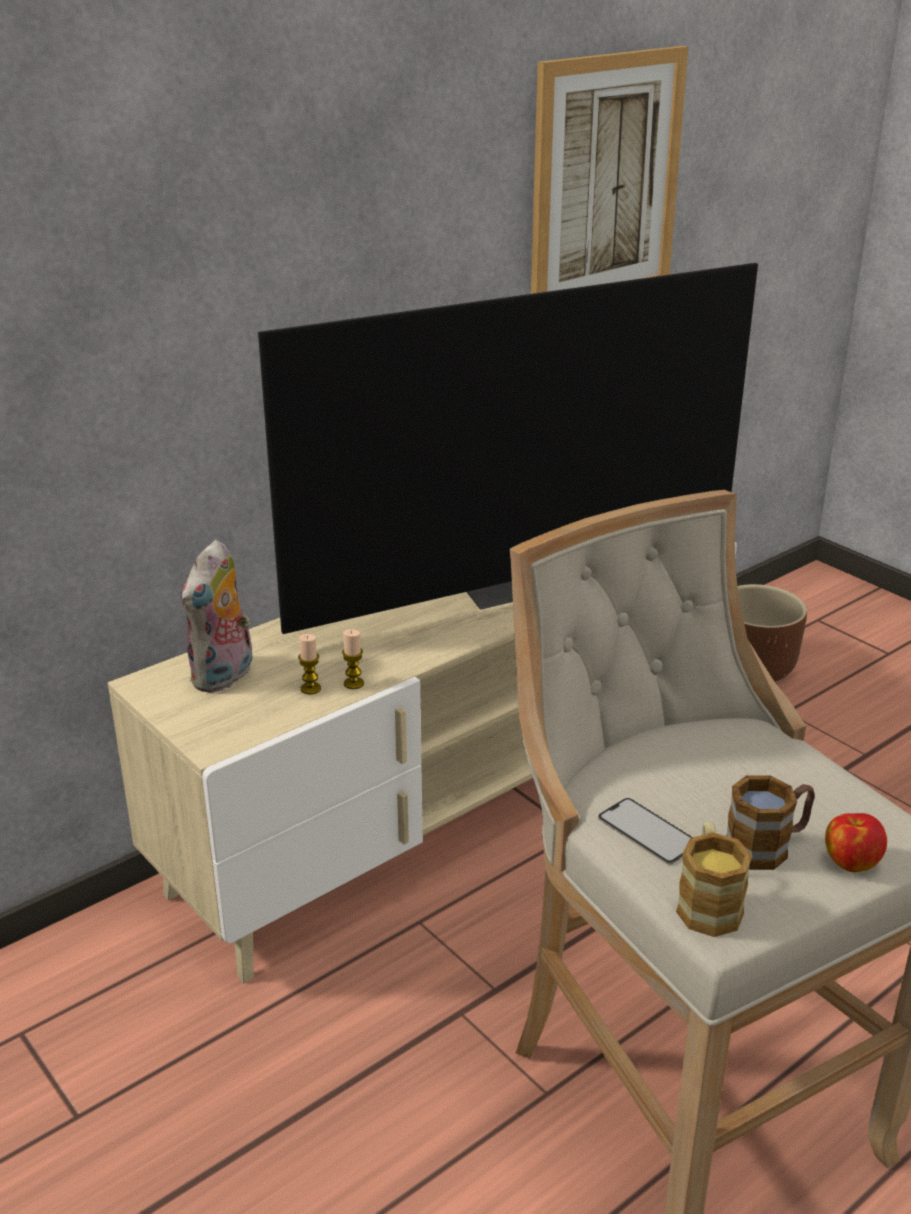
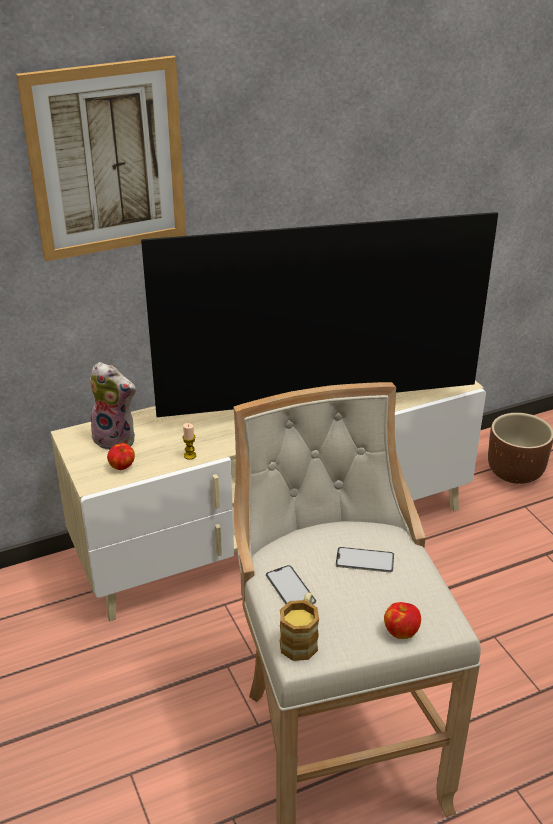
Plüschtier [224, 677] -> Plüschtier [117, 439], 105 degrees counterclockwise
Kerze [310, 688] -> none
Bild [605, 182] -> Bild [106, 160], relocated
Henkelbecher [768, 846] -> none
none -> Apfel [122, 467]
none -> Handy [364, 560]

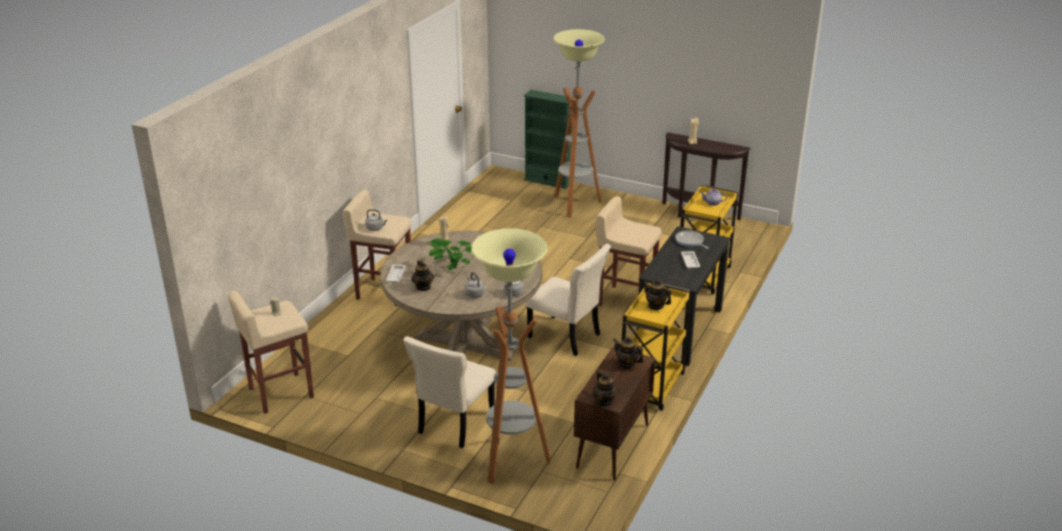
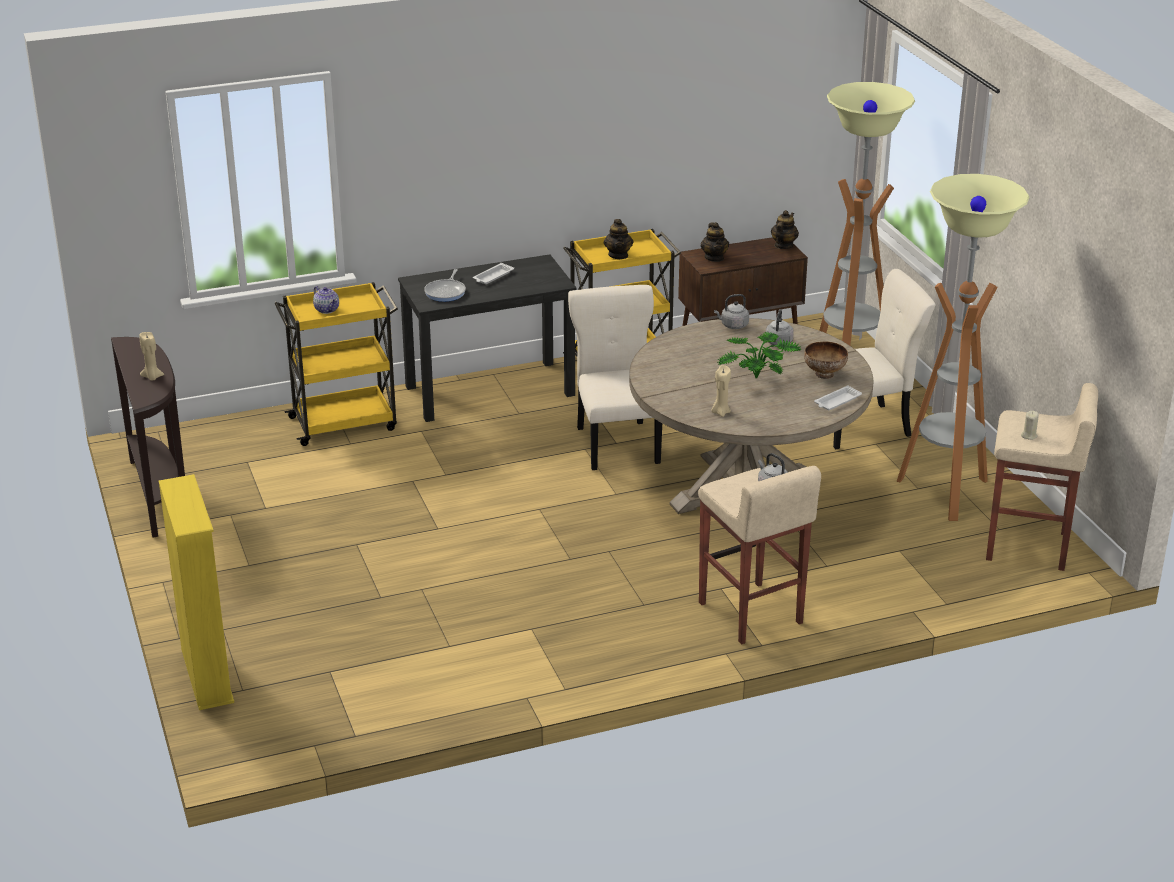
Teekanne [423, 287] -> Schüssel [824, 374]
Bücherregal (grün) [548, 181] -> Bücherregal (gelb) [206, 676]
Stehlampe [575, 205] -> Stehlampe [945, 493], relocated
Hocker (beige) [625, 300] -> none

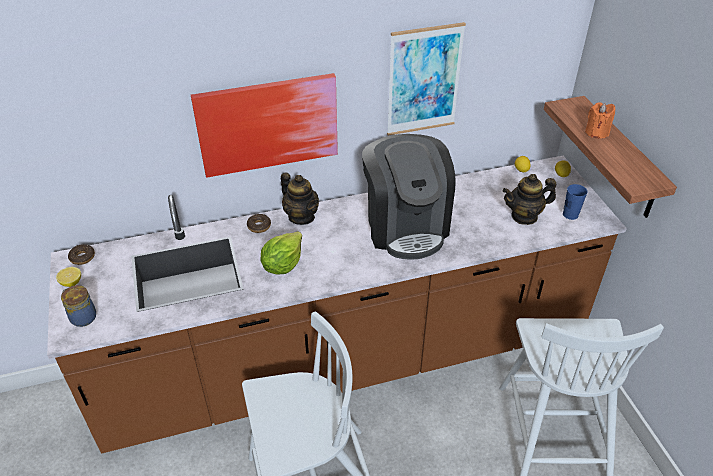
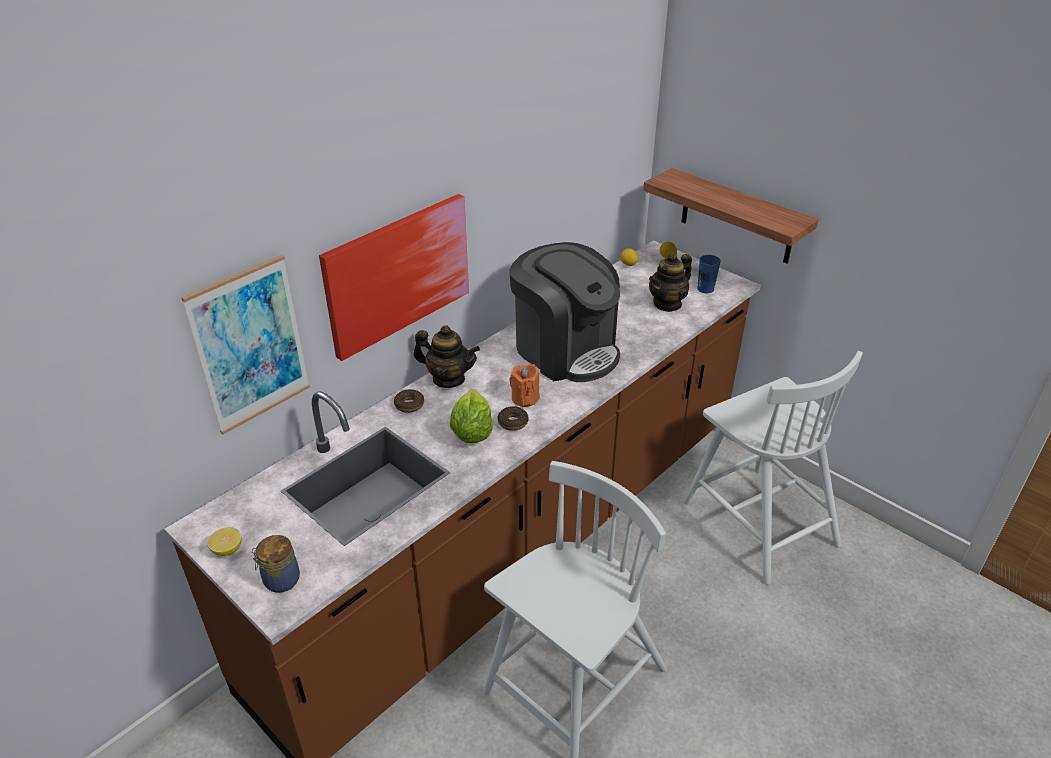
Donut [82, 257] -> Donut [513, 422], relocated
Bild [424, 80] -> Bild [250, 345], relocated
Kerze (orange) [596, 132] -> Kerze (orange) [525, 398], relocated

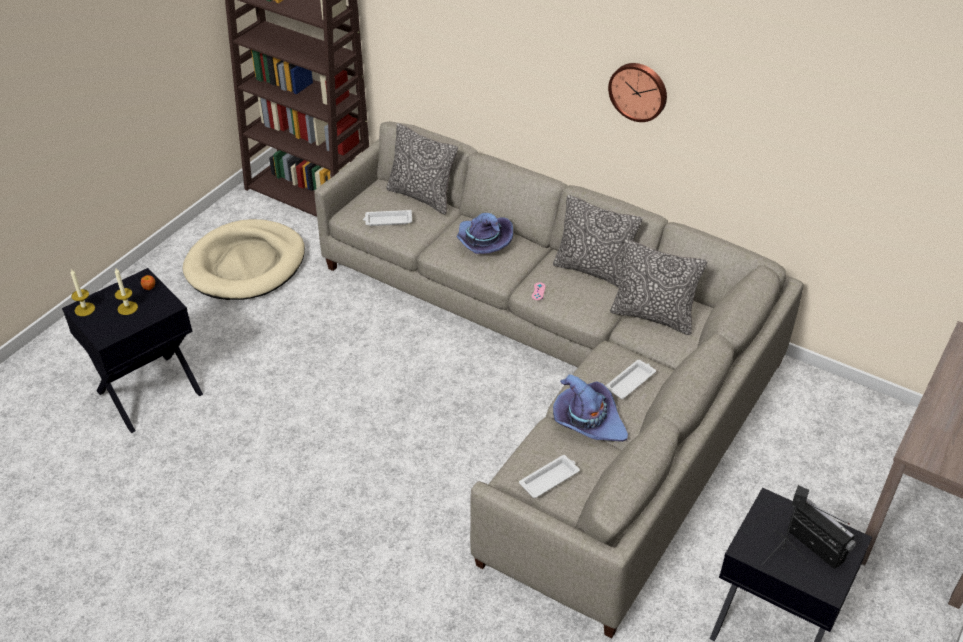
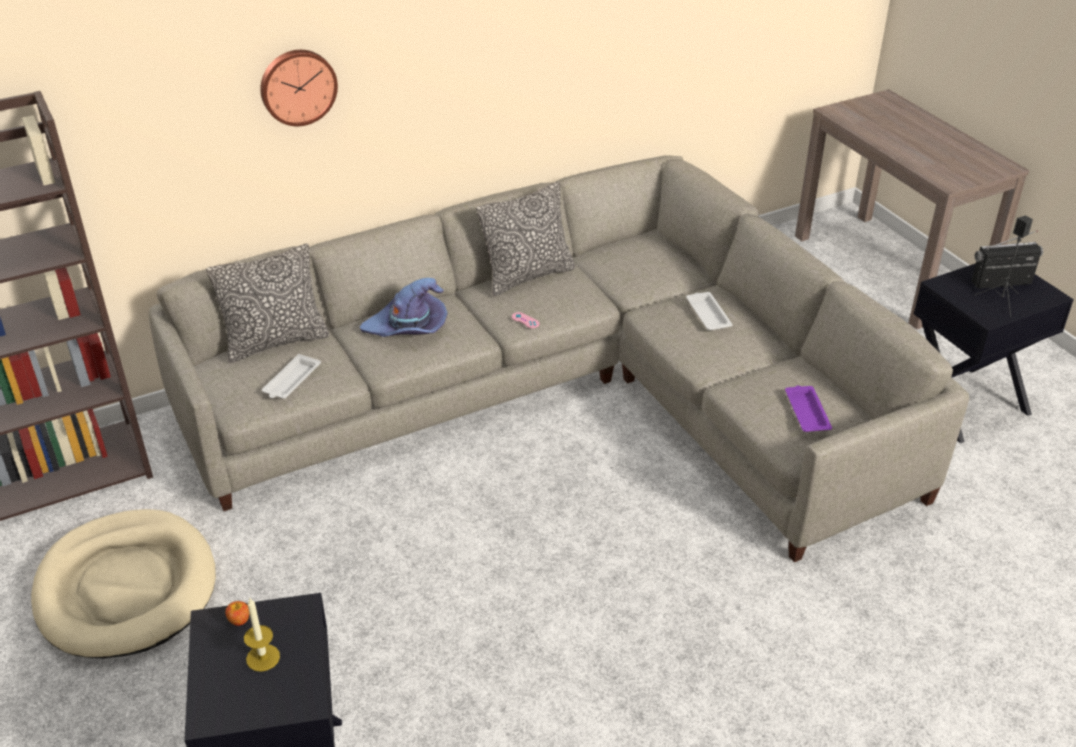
Kerze [84, 309] -> none
Tablett (weiß) [550, 479] -> Tablett (lila) [806, 412]
Hut (lila) [588, 421] -> none
Wanduhr [639, 91] -> Wanduhr [297, 86], relocated
Kissen [653, 316] -> none

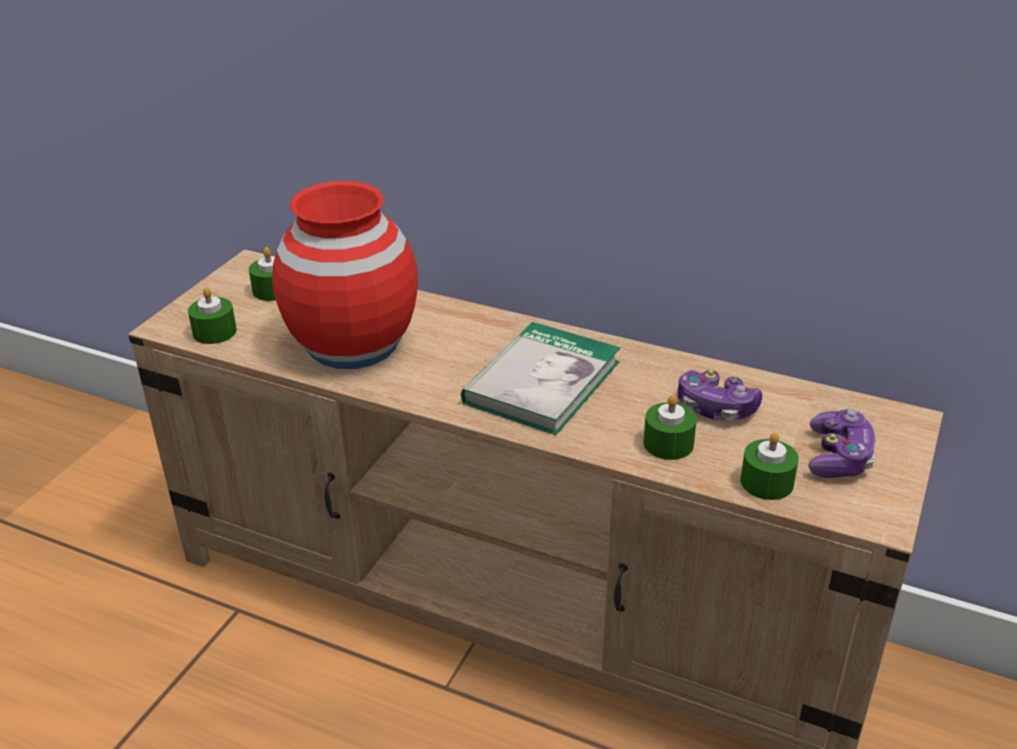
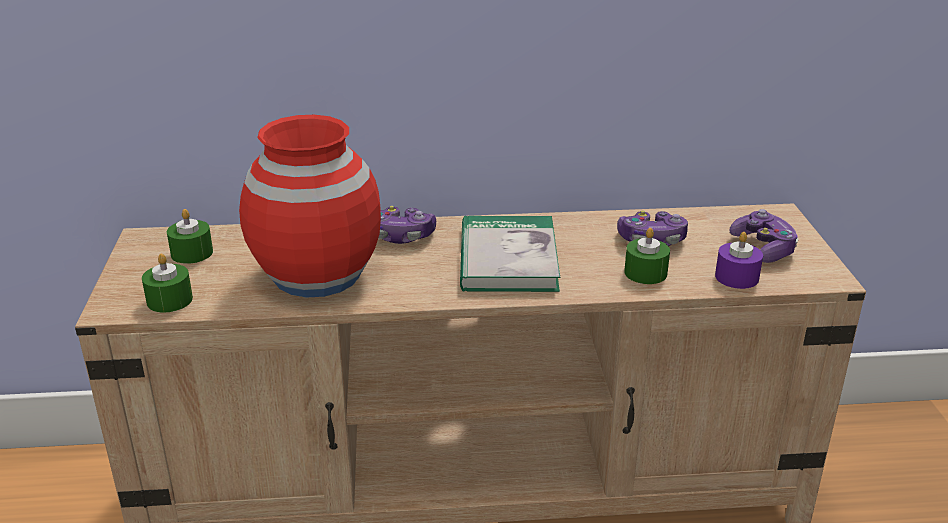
Kerze (grün) [766, 482] -> Kerze (lila) [736, 277]
none -> Gamepad [401, 236]

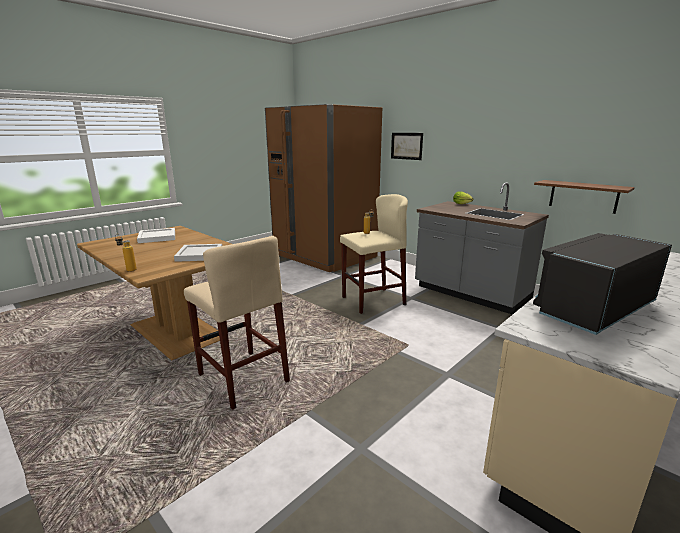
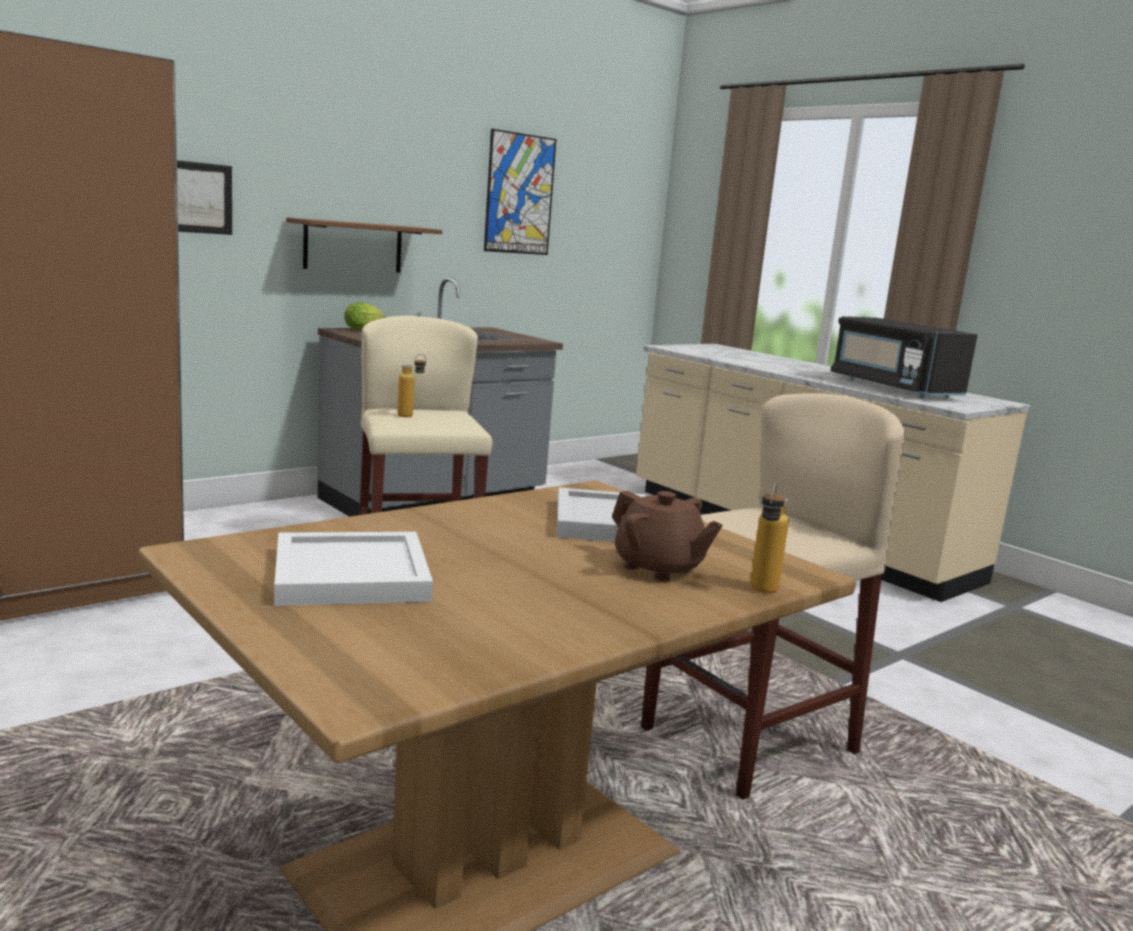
Wandregal (braun) [583, 196] -> Wandregal (braun) [353, 246], relocated
none -> Bild [519, 194]
none -> Teekanne (braun) [658, 568]

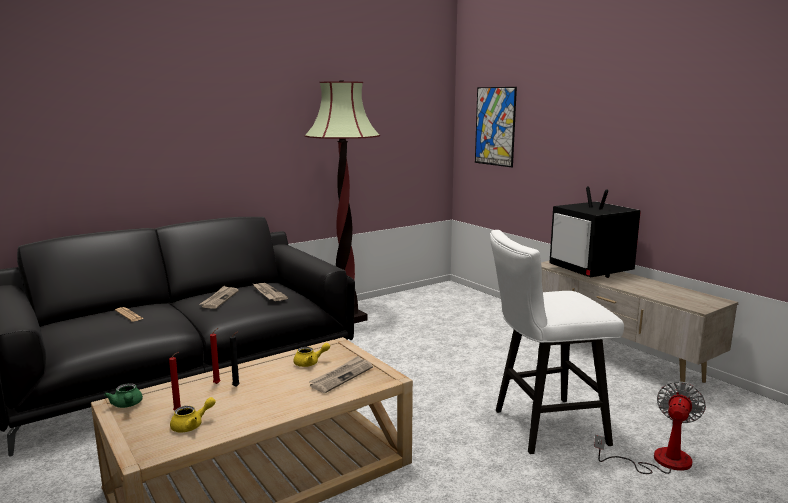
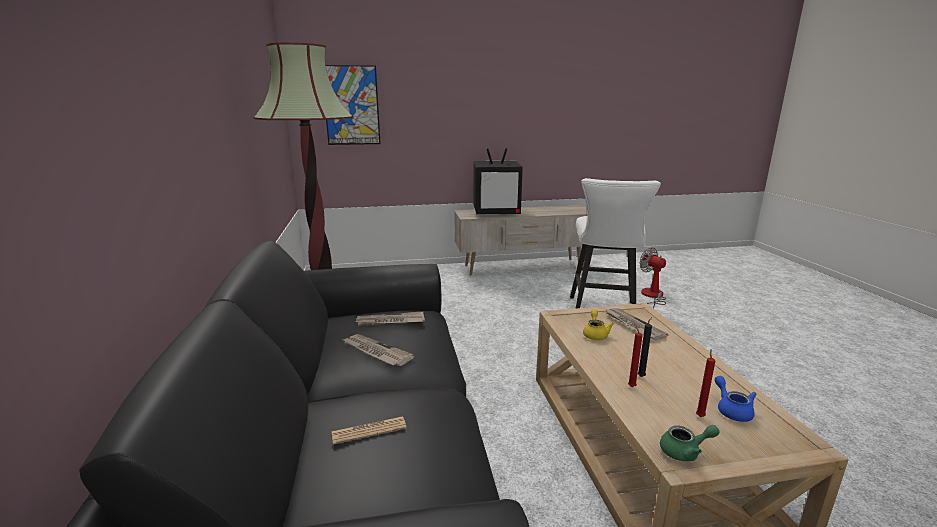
Teekanne (gelb) [192, 425] -> Teekanne (blau) [732, 410]

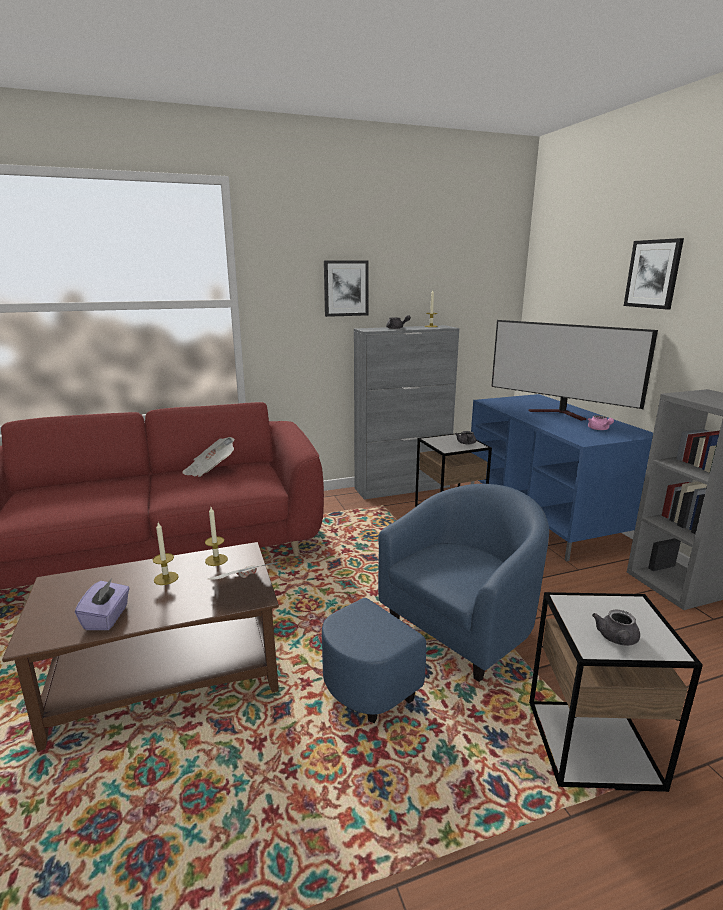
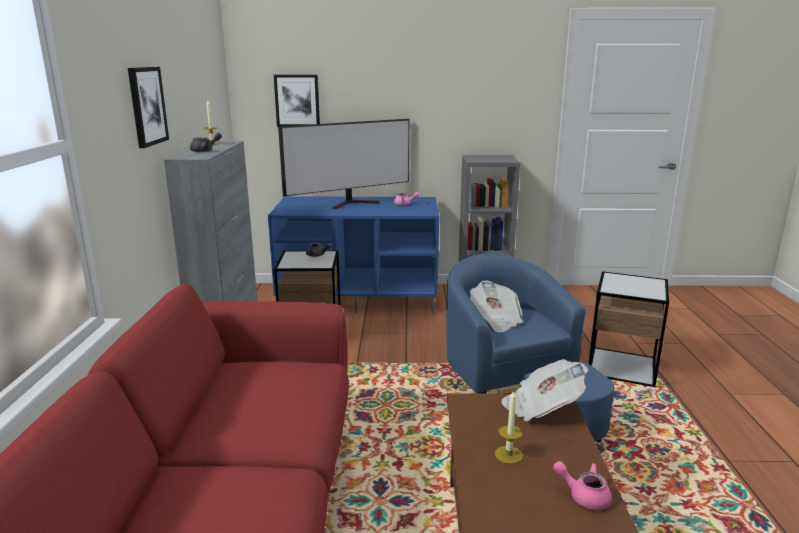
Taschentuchbox (lila) [107, 618] -> Teekanne (rosa) [584, 496]
Zeitung [210, 470] -> Zeitung [495, 320], relocated
Kerze [216, 560] -> none
Teekanne (grau) [617, 639] -> none
Bild [653, 274] -> Bild [297, 101], relocated

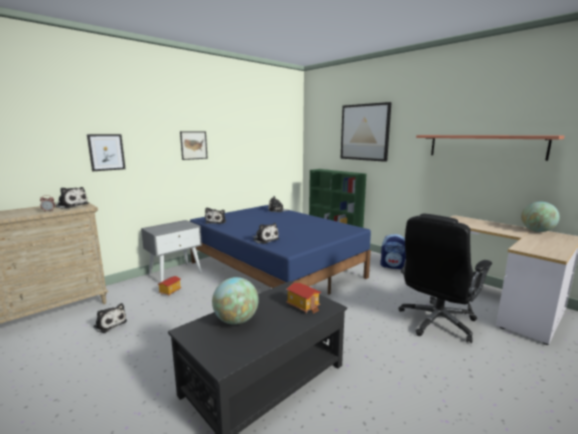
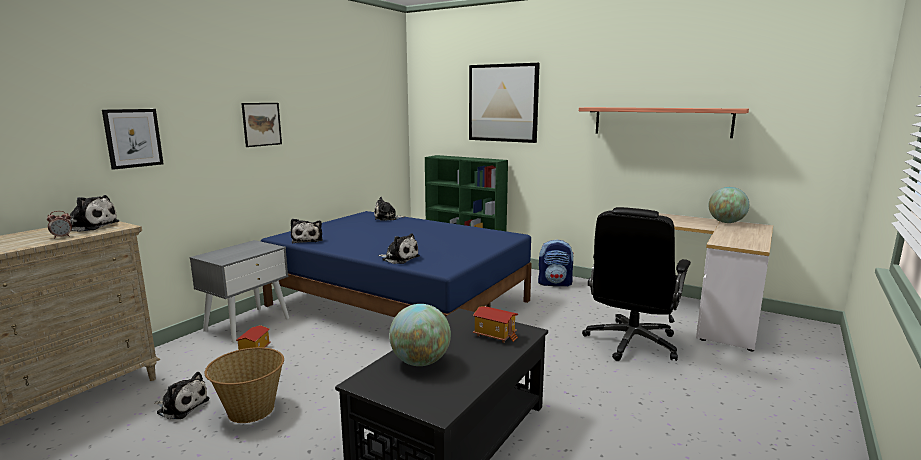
none -> Korb [250, 410]

